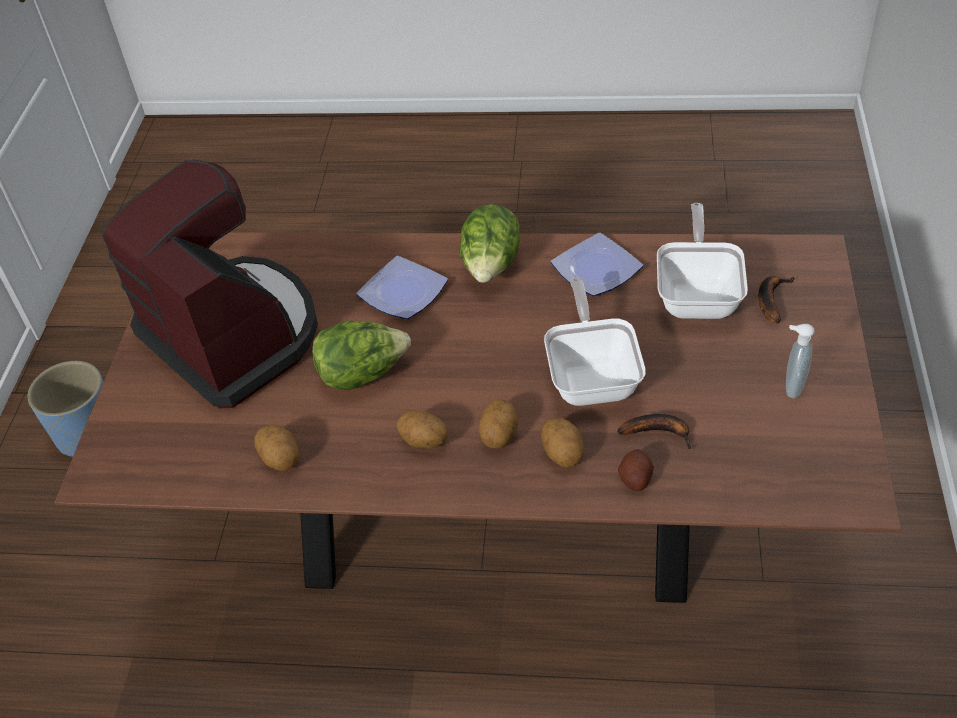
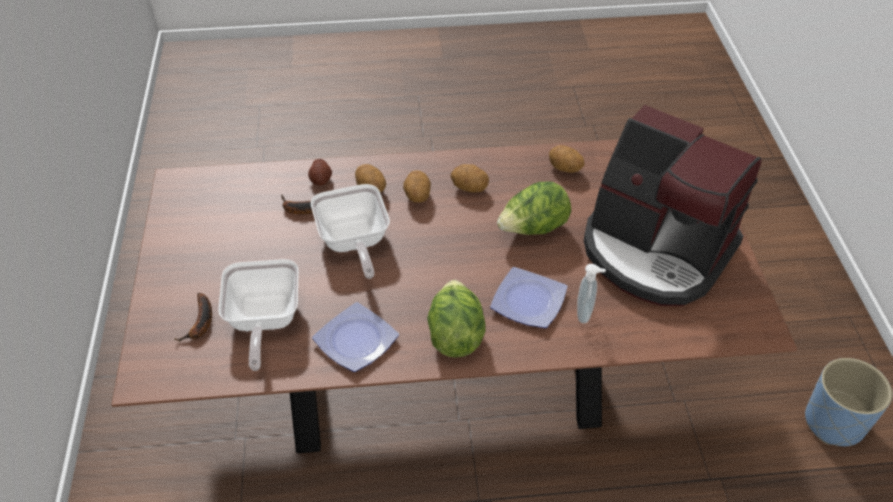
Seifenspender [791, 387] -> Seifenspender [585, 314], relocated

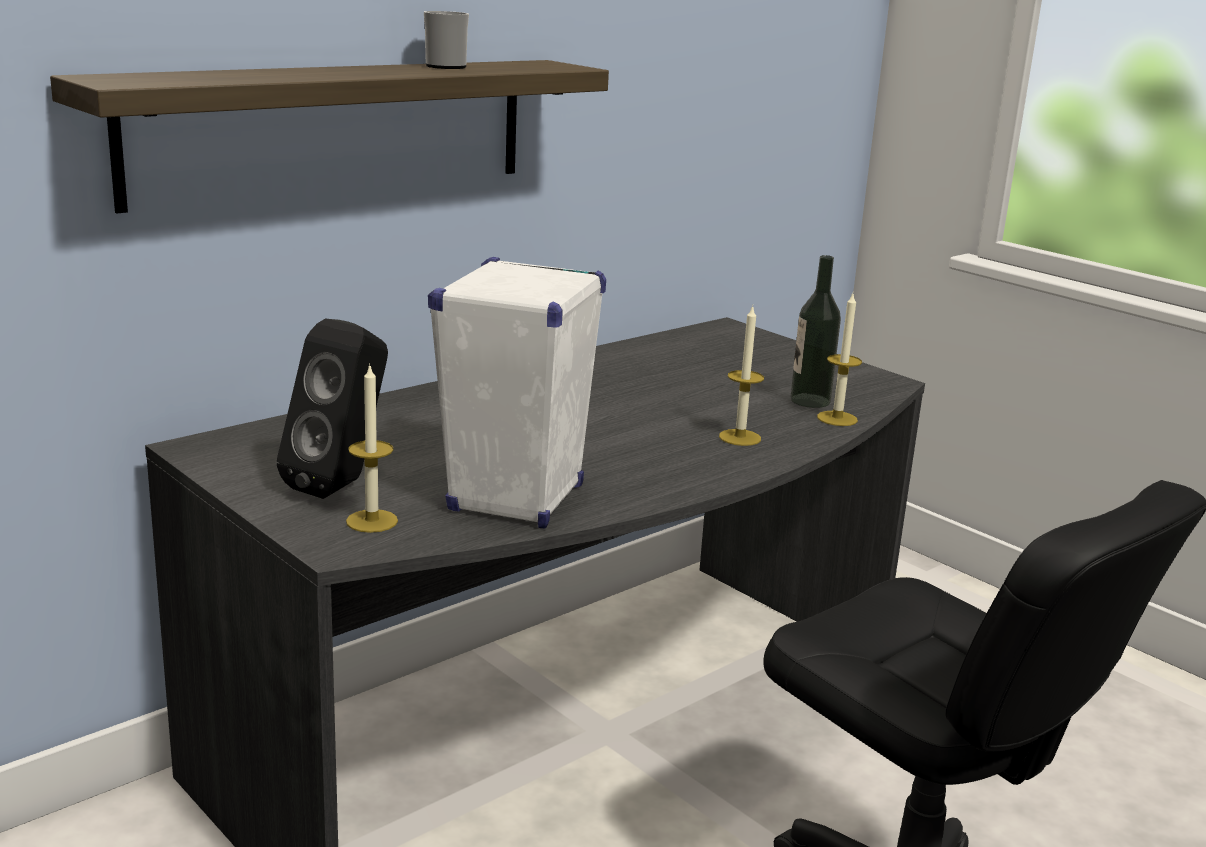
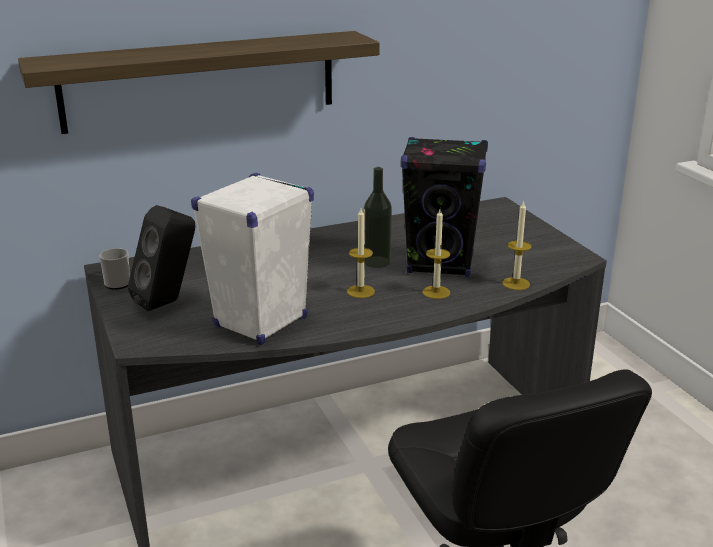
Kerze [372, 521] -> Kerze [360, 291], relocated
Henkelbecher [445, 66] -> Henkelbecher [118, 282], relocated
Flasche [810, 400] -> Flasche [377, 262], relocated
none -> Lautsprecher (schwarz) [441, 264]

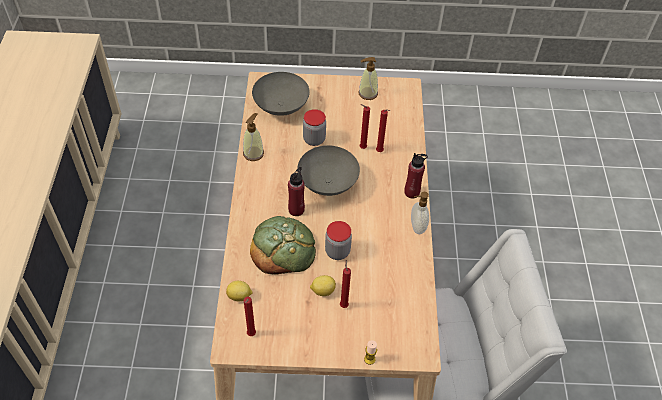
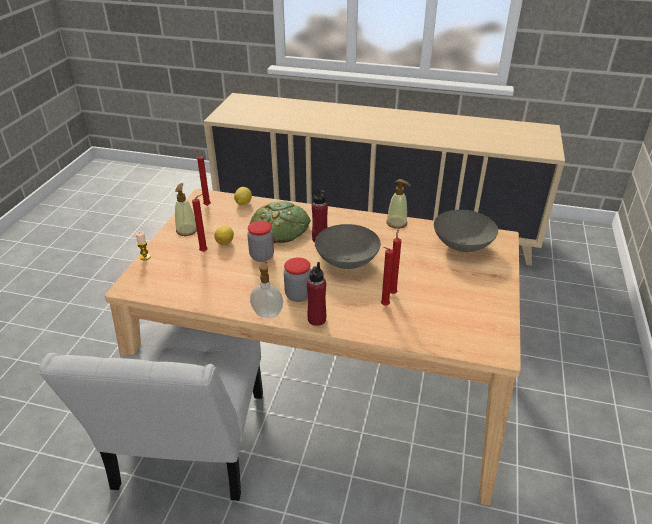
Vorratsglas [314, 139] -> Vorratsglas [298, 295], relocated
Seifenspender [367, 93] -> Seifenspender [187, 230], relocated

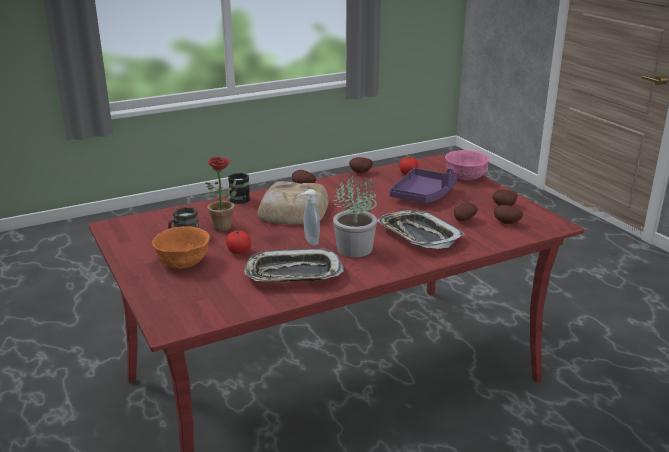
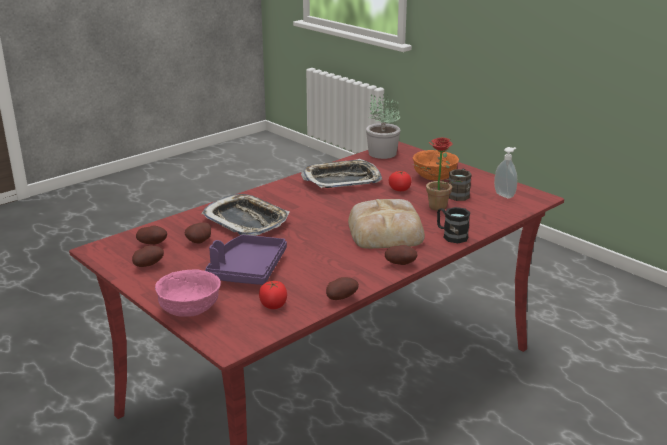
Seifenspender [310, 242] -> Seifenspender [505, 195], relocated
Topfpflanze [355, 248] -> Topfpflanze [381, 153], relocated

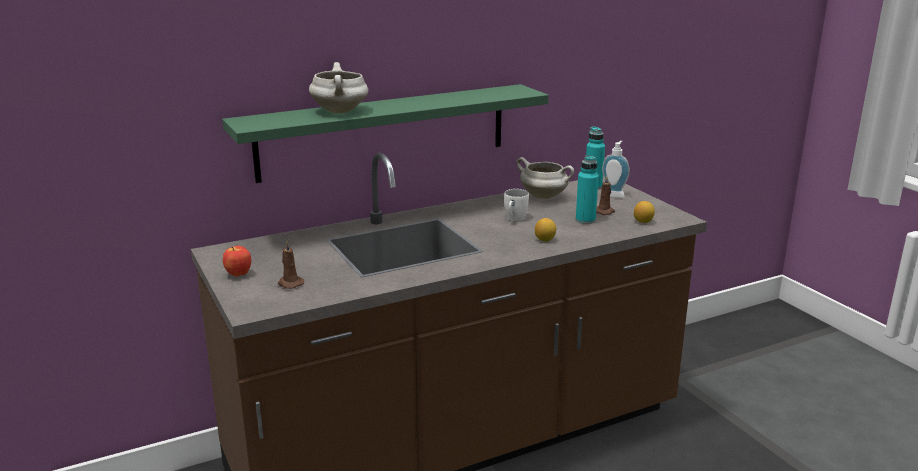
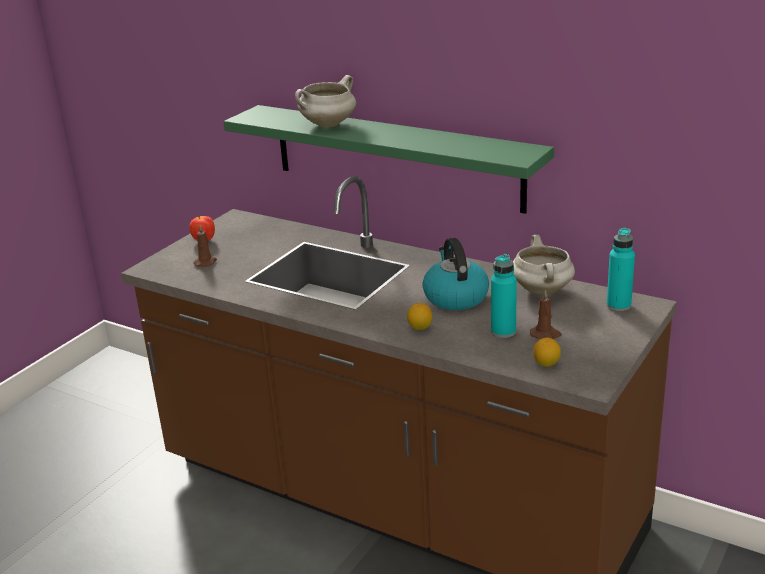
Henkelbecher (weiß) [514, 219] -> Wasserkessel [455, 297]
Seifenspender [614, 195] -> none

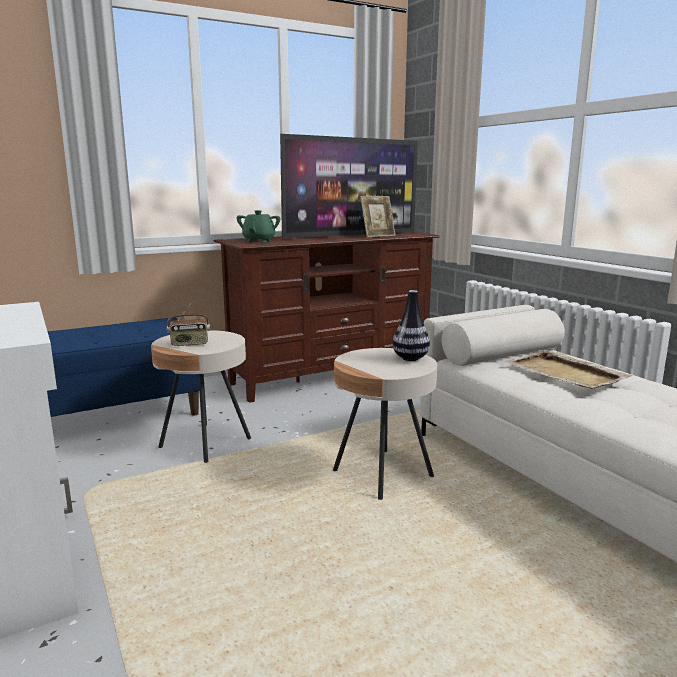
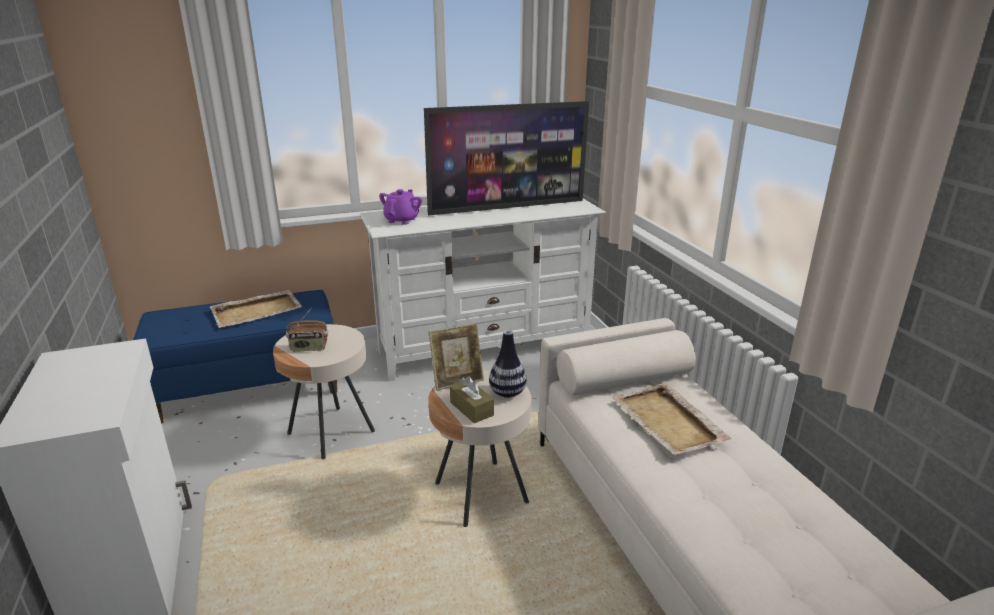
Fernsehschrank (braun) [331, 375] -> Fernsehschrank (weiß) [484, 348]
Teekanne (grün) [259, 241] -> Teekanne (lila) [402, 220]
Bilderrahmen [377, 236] -> Bilderrahmen [457, 380], relocated
none -> Tablett (beige) [257, 311]
none -> Taschentuchbox (braun) [471, 409]

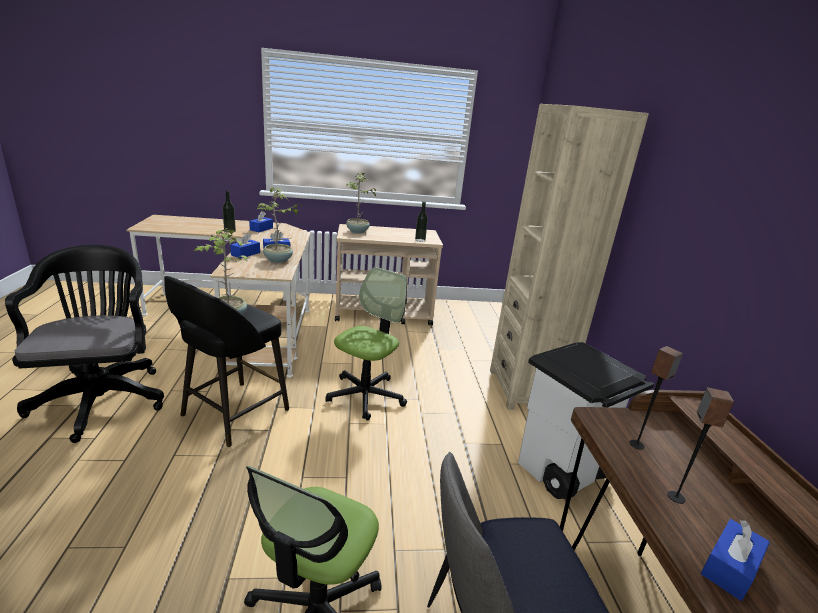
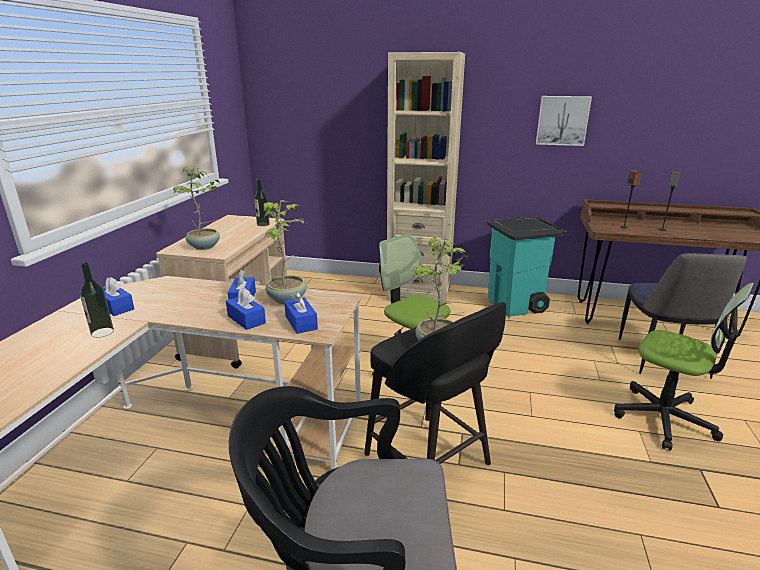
Mülleimer (weiß) [560, 472] -> Mülleimer (türkis) [516, 305]
Taschentuchbox (blau) [730, 567] -> Taschentuchbox (blau) [301, 322], relocated
none -> Bild [562, 120]

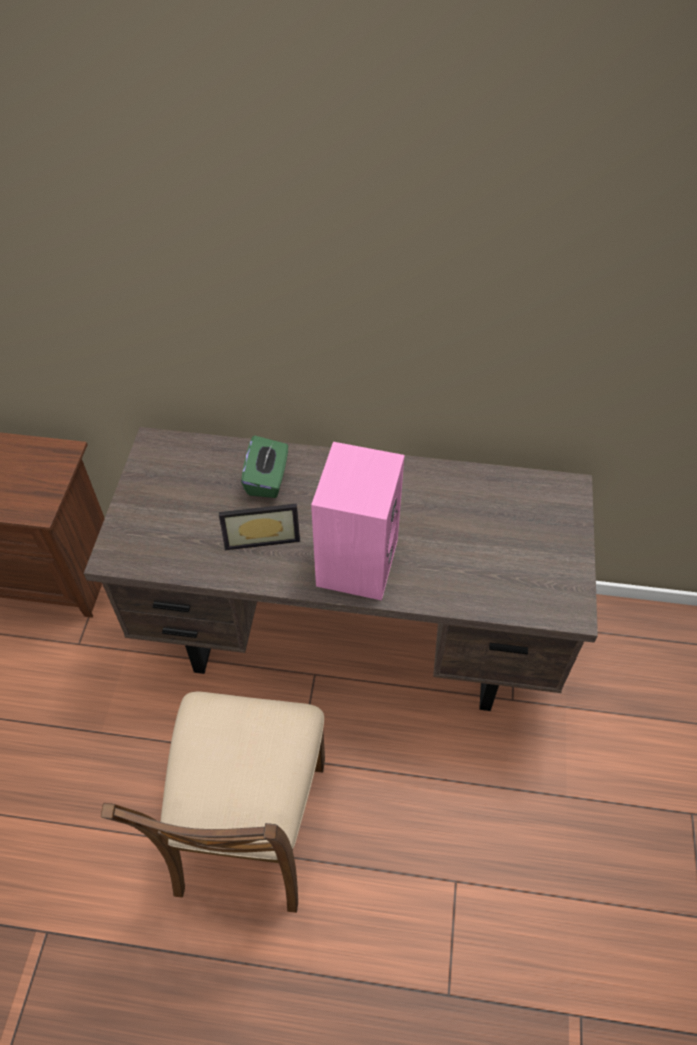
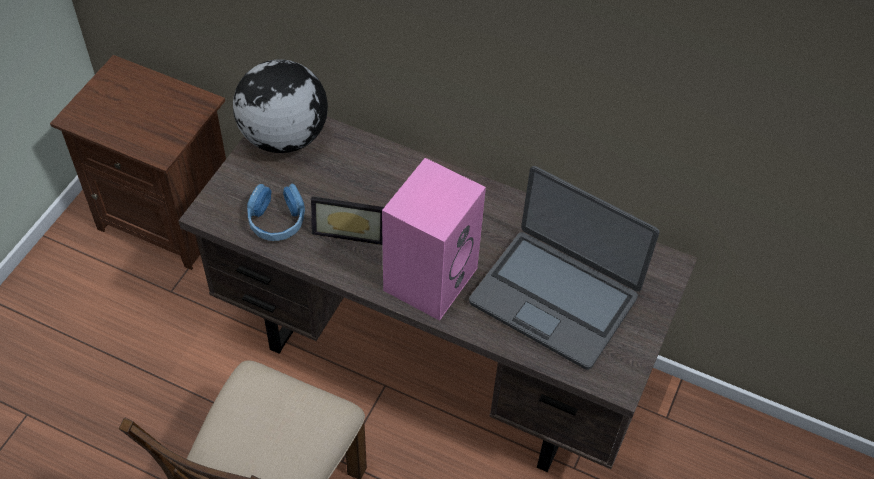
Taschentuchbox (grün) [267, 479] -> none
none -> Globus [283, 137]
none -> Kopfhörer (blau) [277, 220]
none -> Laptop [555, 298]

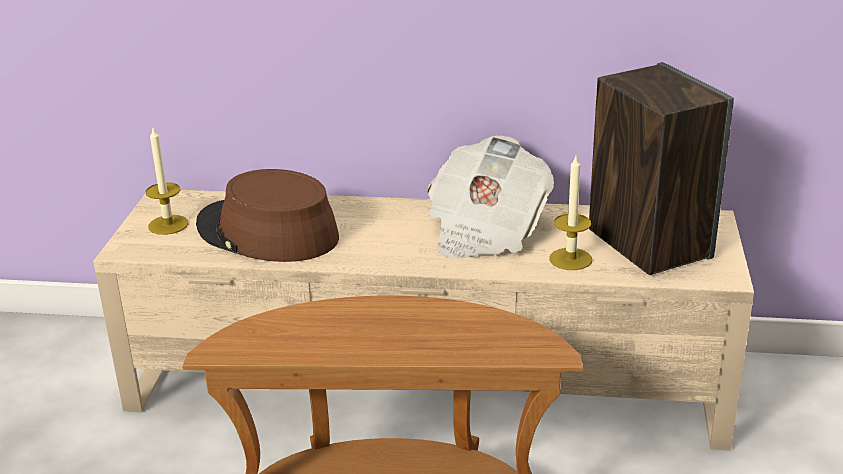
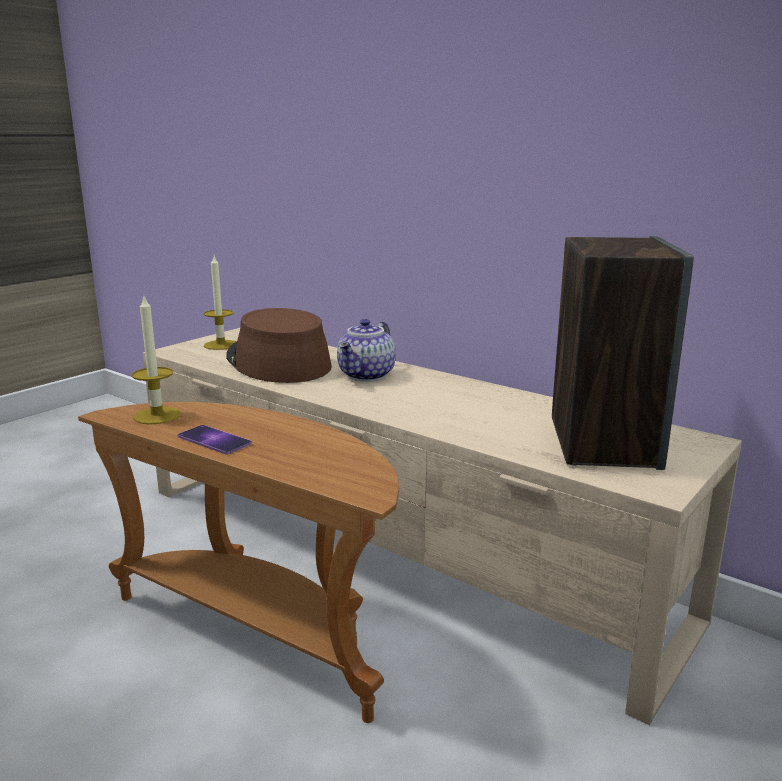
Zeitung [485, 230] -> none
Kerze [570, 259] -> Kerze [157, 415], relocated
none -> Handy [214, 440]
none -> Teekanne [367, 376]

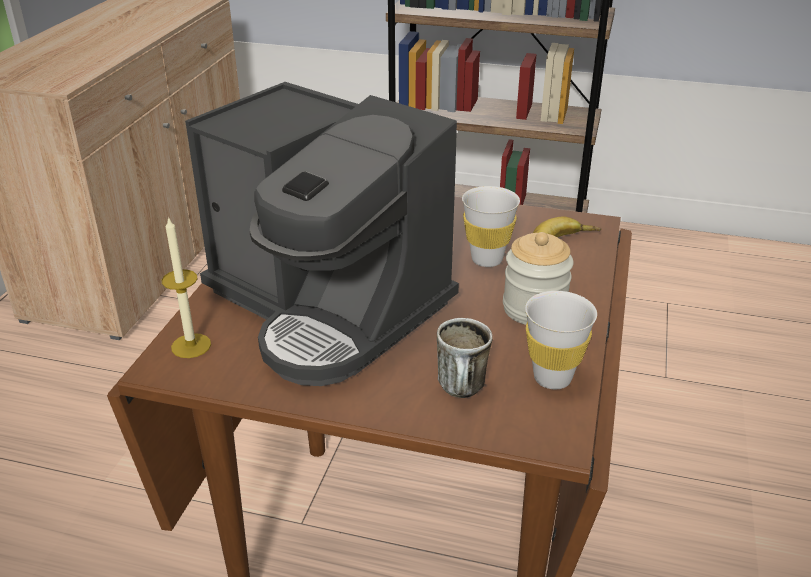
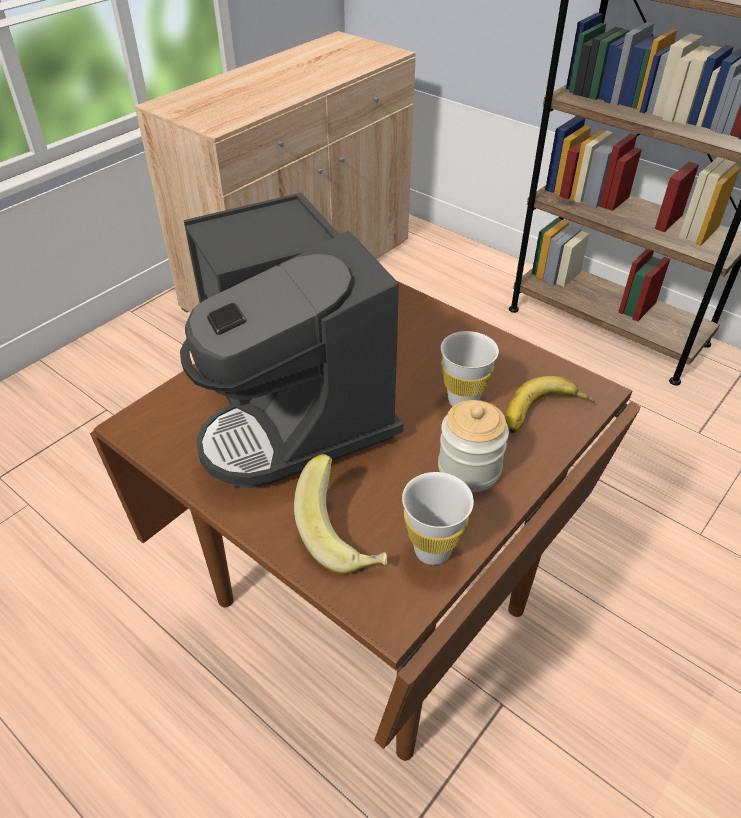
Kerze [191, 346] -> none
Henkelbecher [463, 392] -> Banane [344, 535]

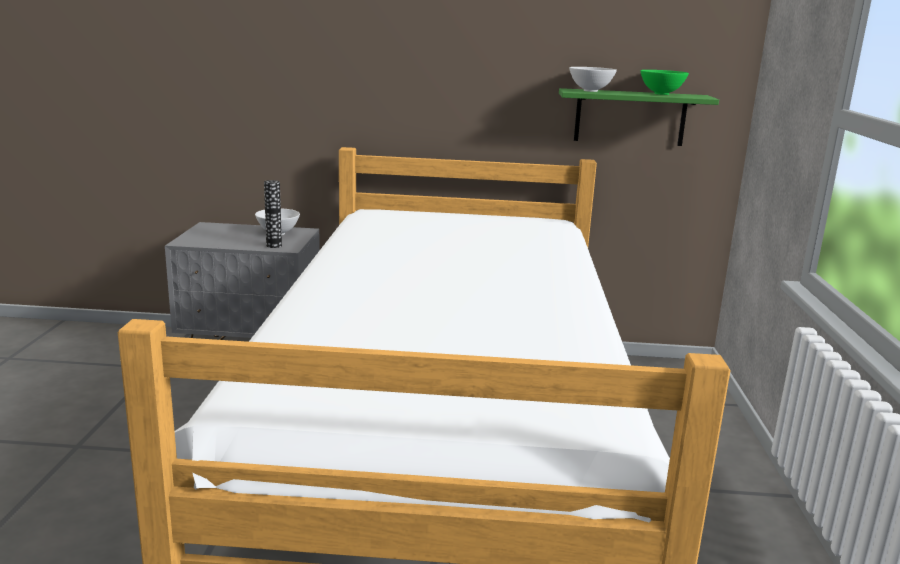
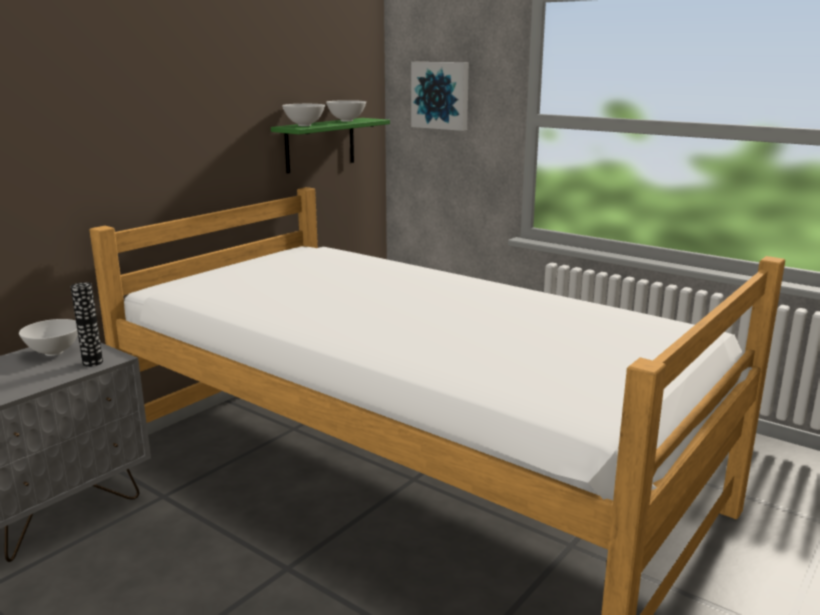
Schüssel (grün) [661, 94] -> Schüssel (weiß) [346, 121]
none -> Bild [441, 95]

